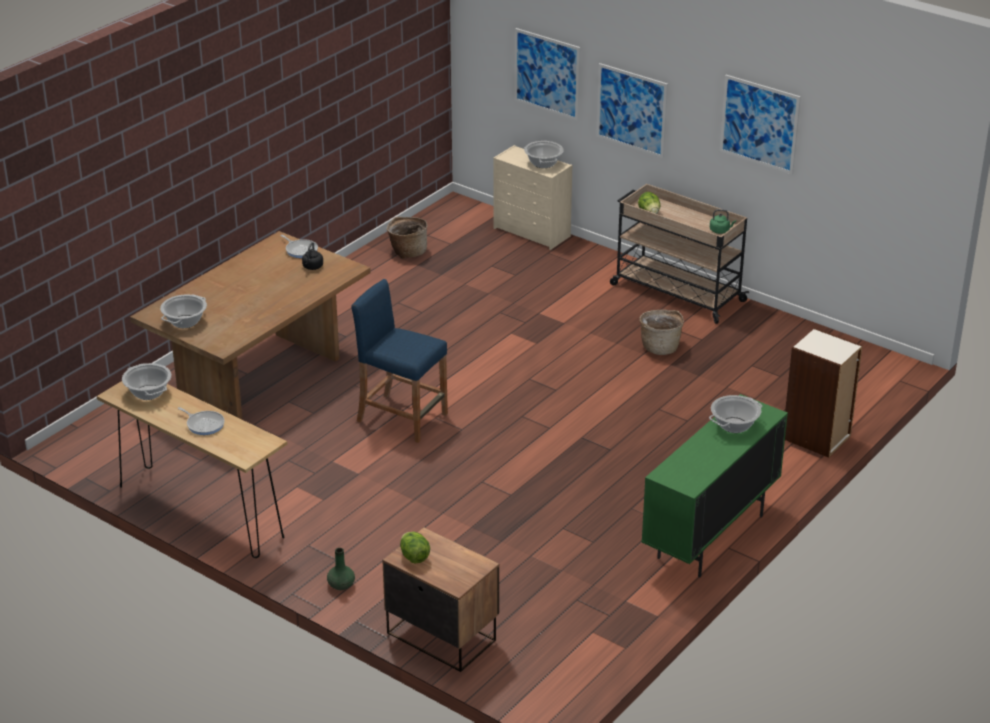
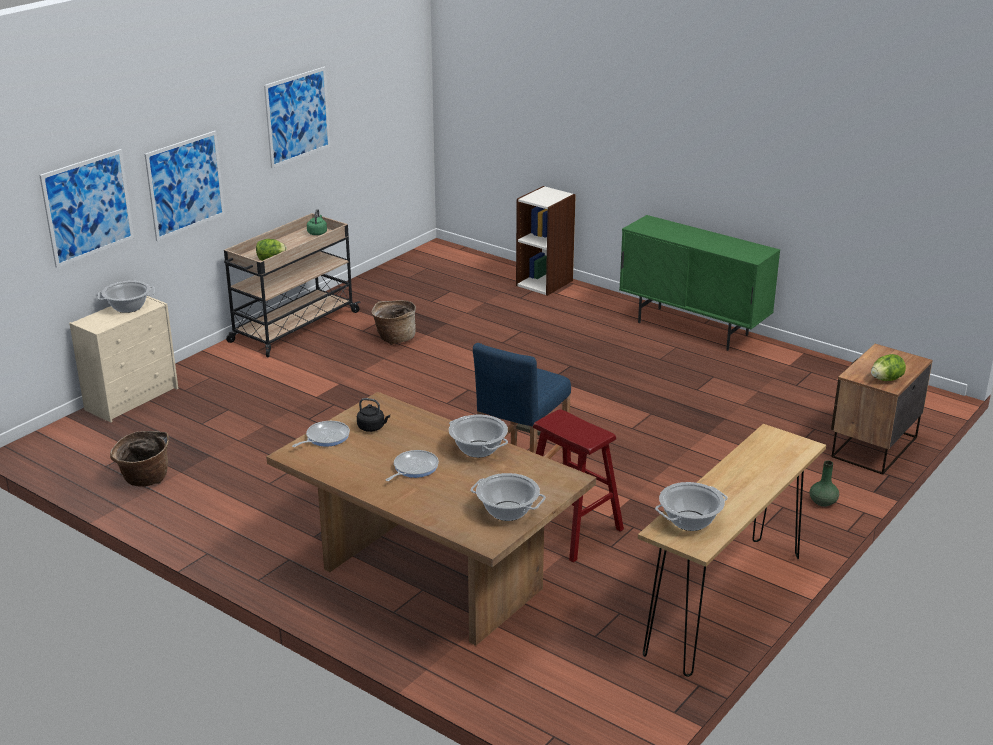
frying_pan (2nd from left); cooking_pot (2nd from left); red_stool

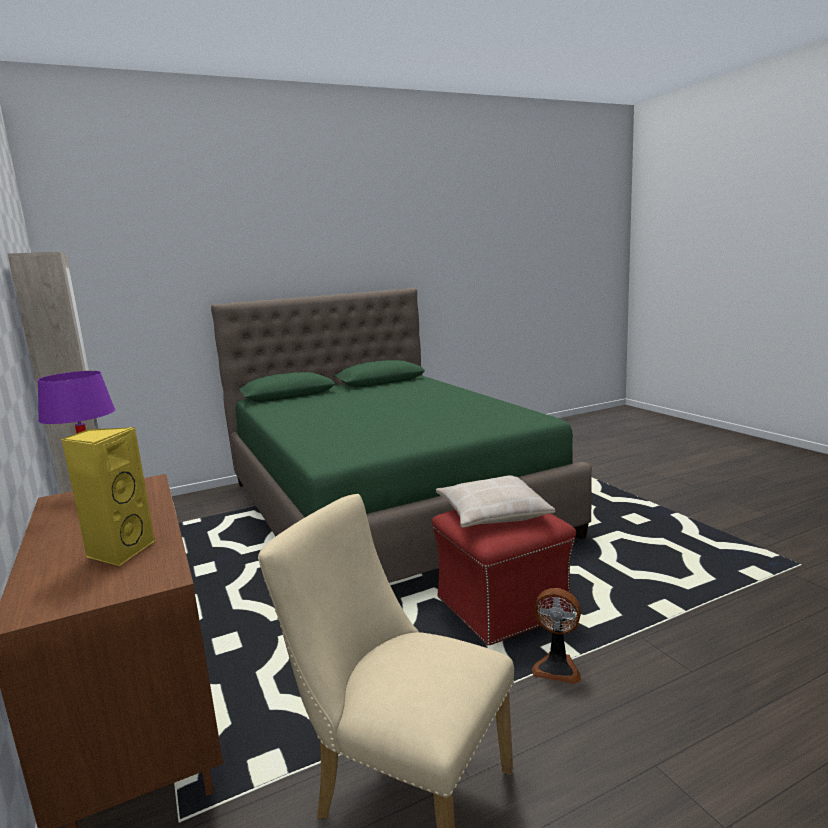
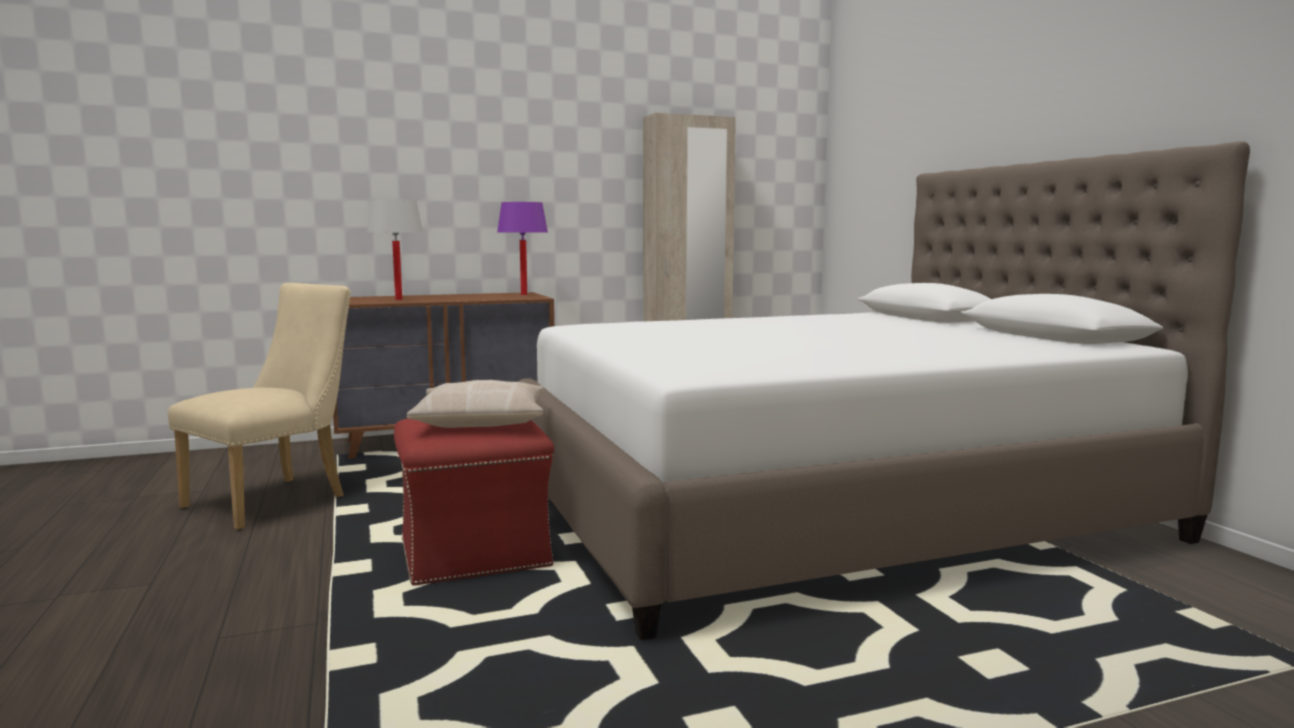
white_table_lamp; white_bed; fan

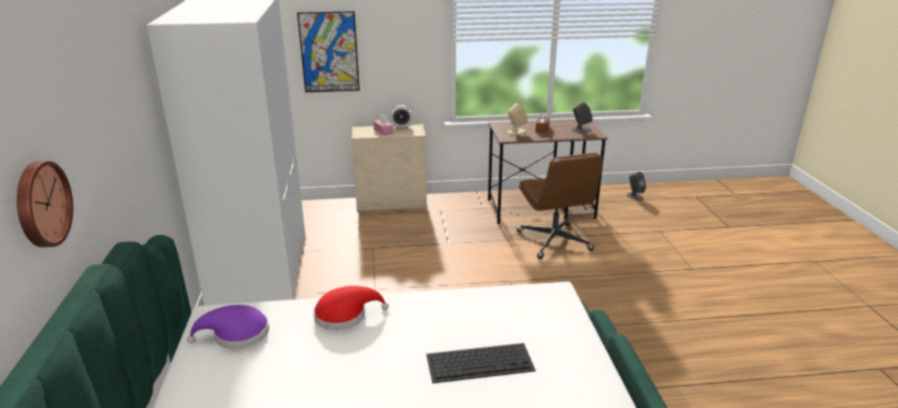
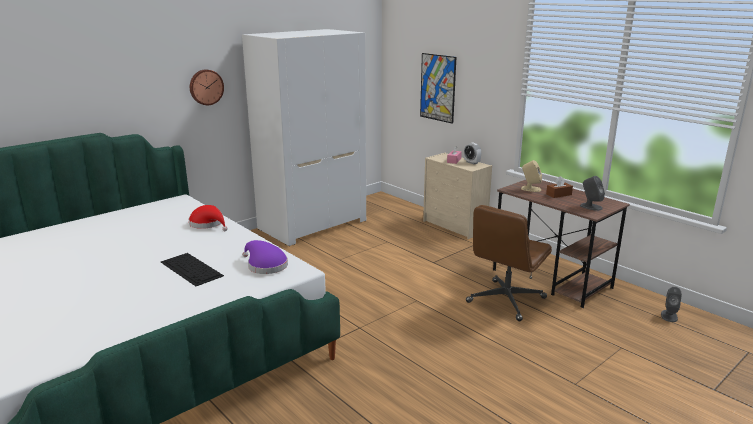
wall_clock; purple_hat

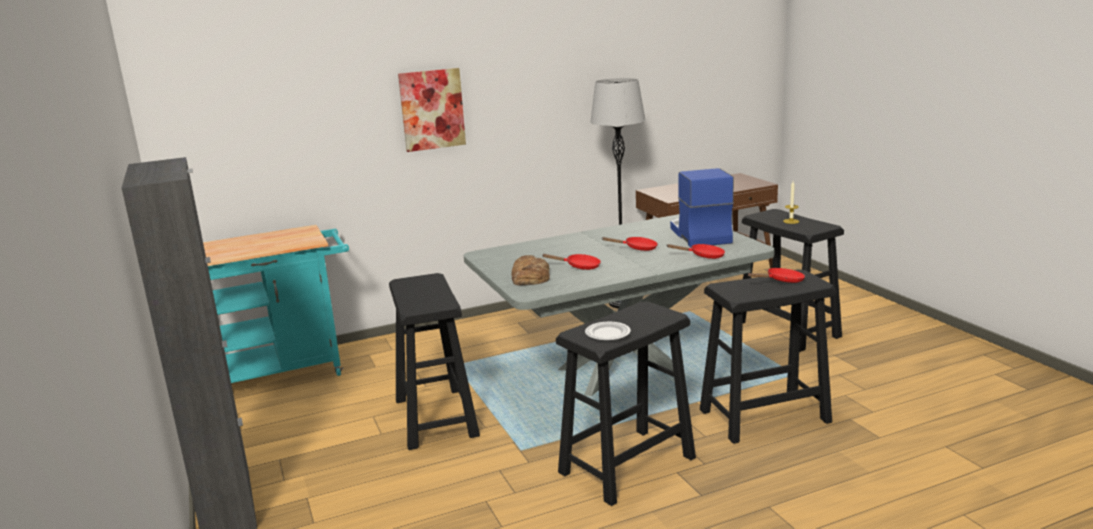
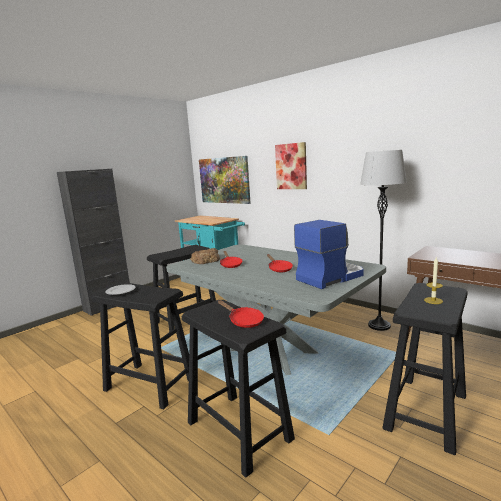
red_frying_pan (3rd from left in the first image); picture (1st from left)

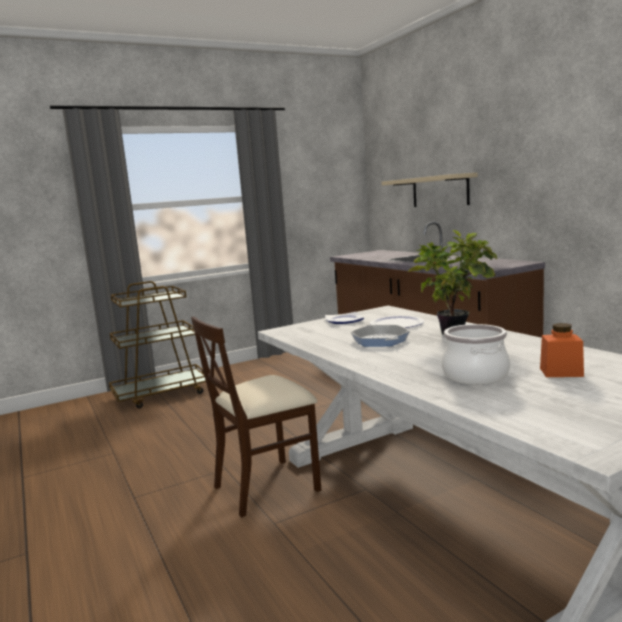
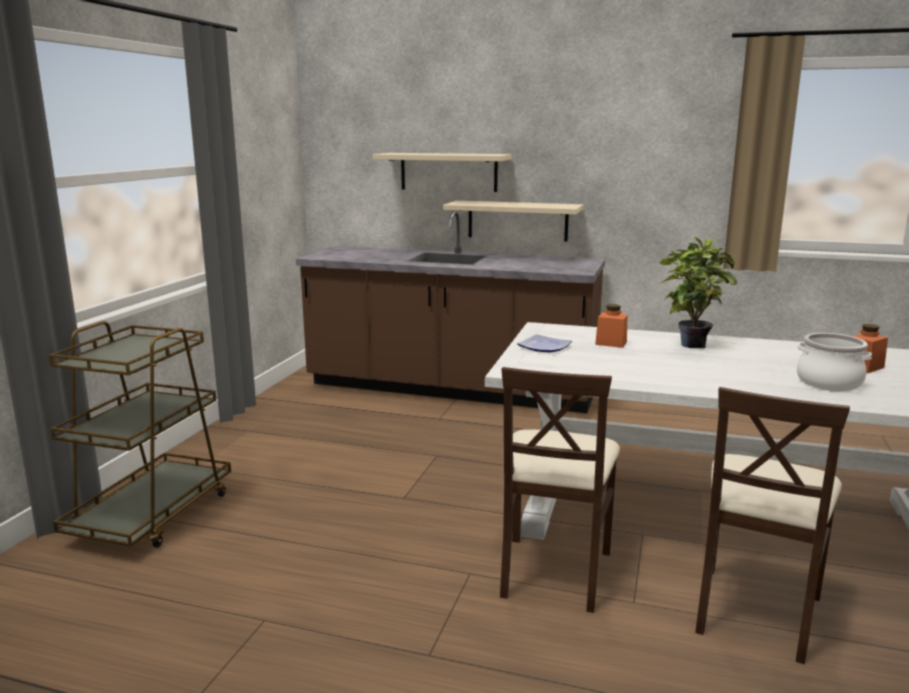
frying_pan; orange_jar (1st from left); beige_shelf (2nd from left); beige_chair (2nd from left)

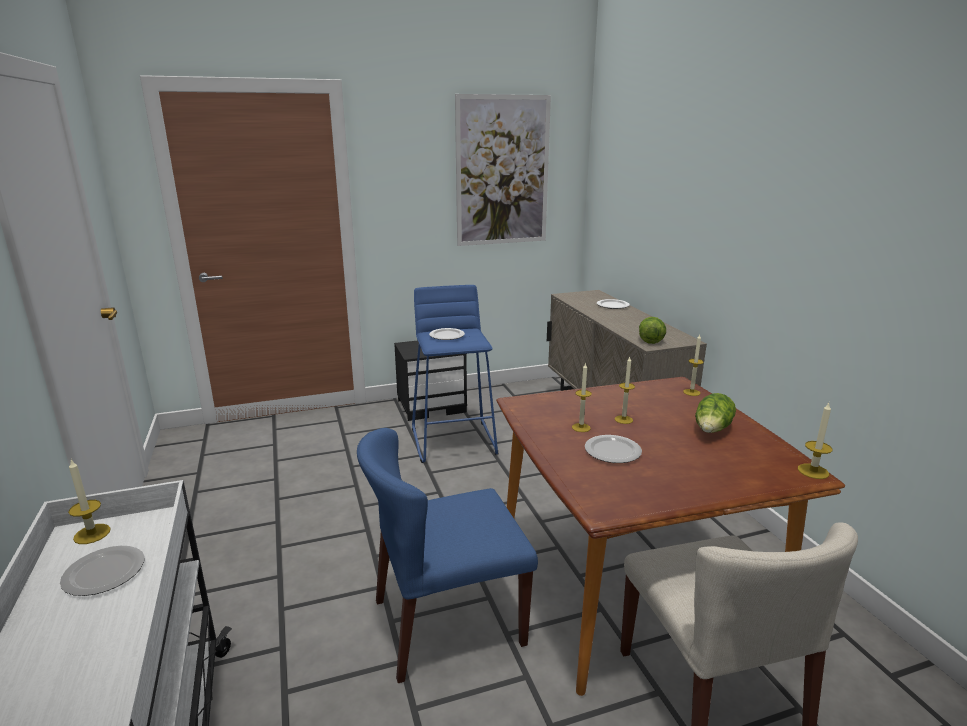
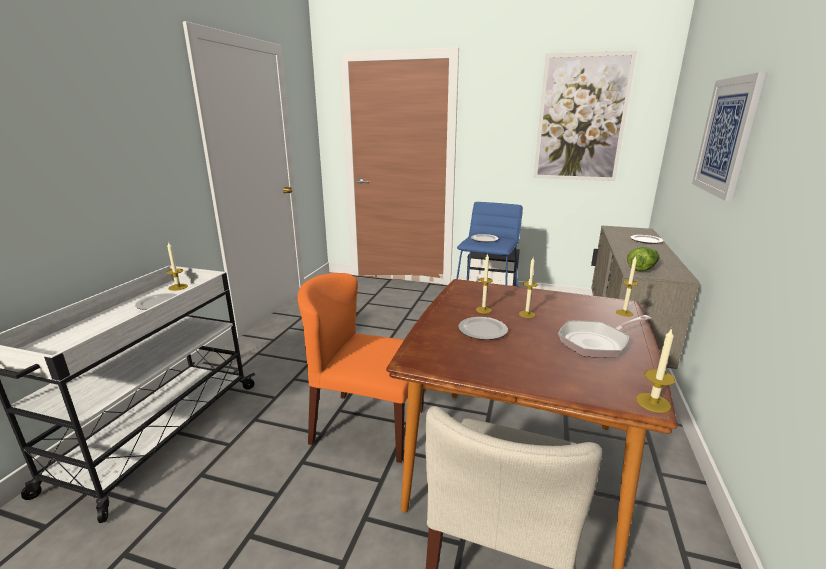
orange_chair; frying_pan; picture (2nd from left)

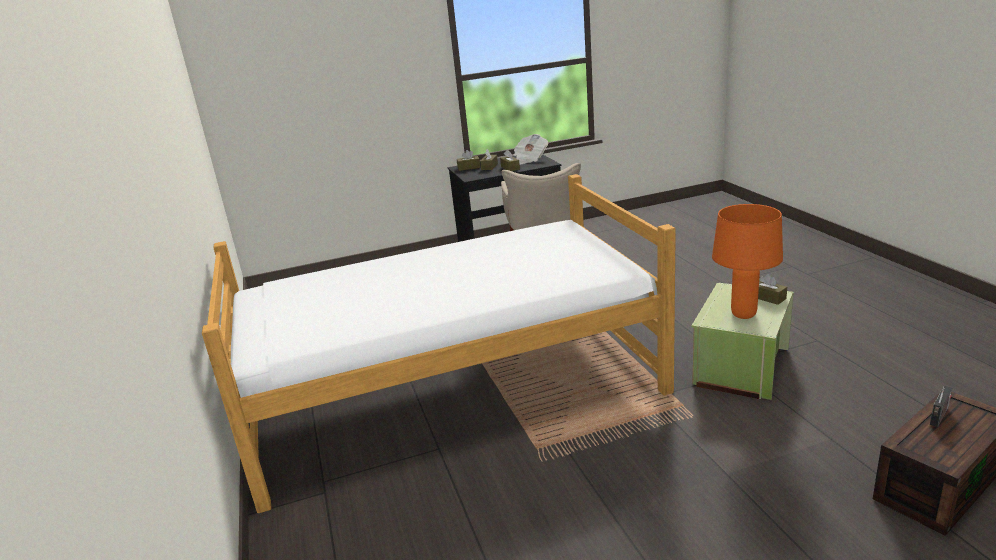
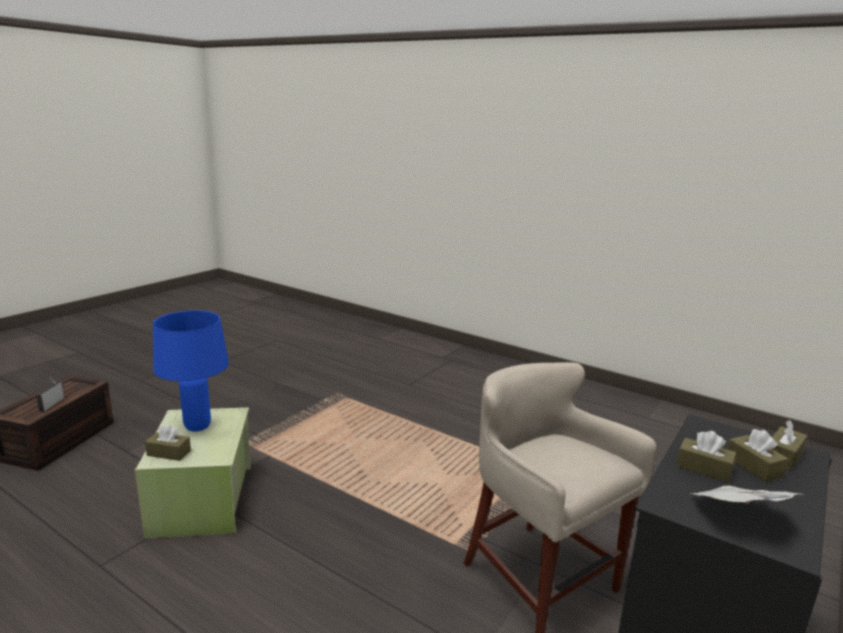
bed; blue_table_lamp

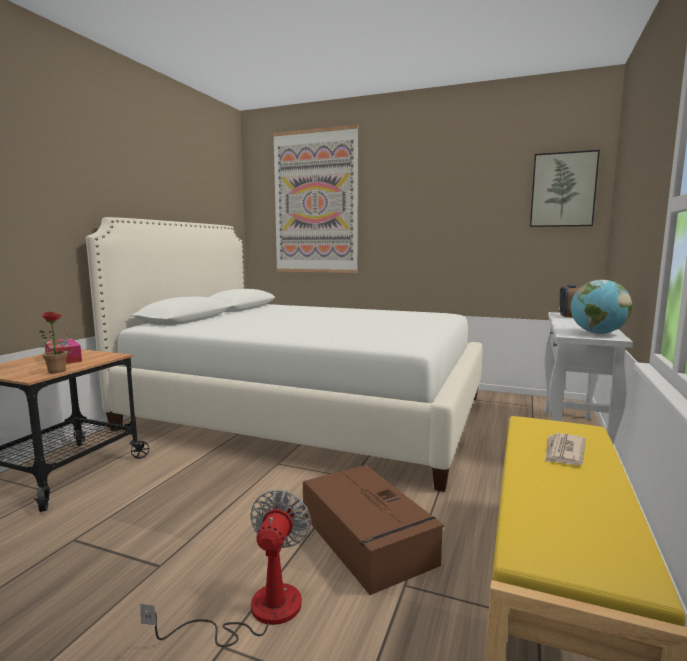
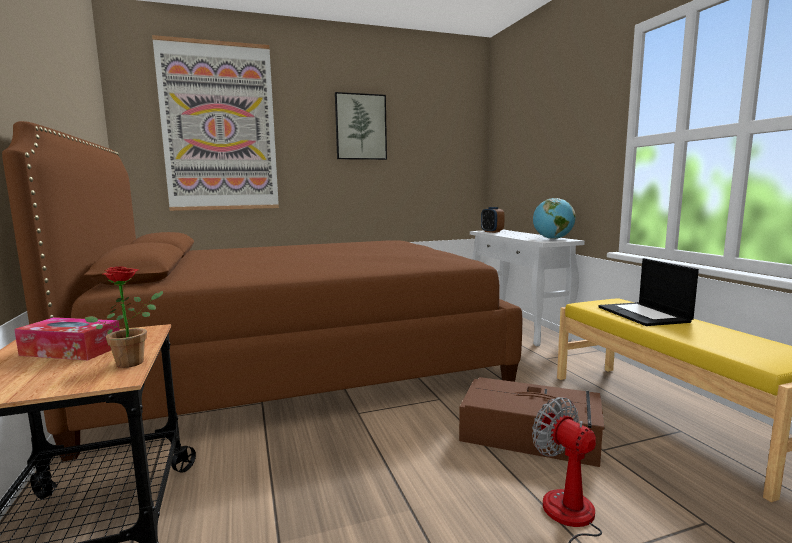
brown_bed; picture (2nd from left); laptop

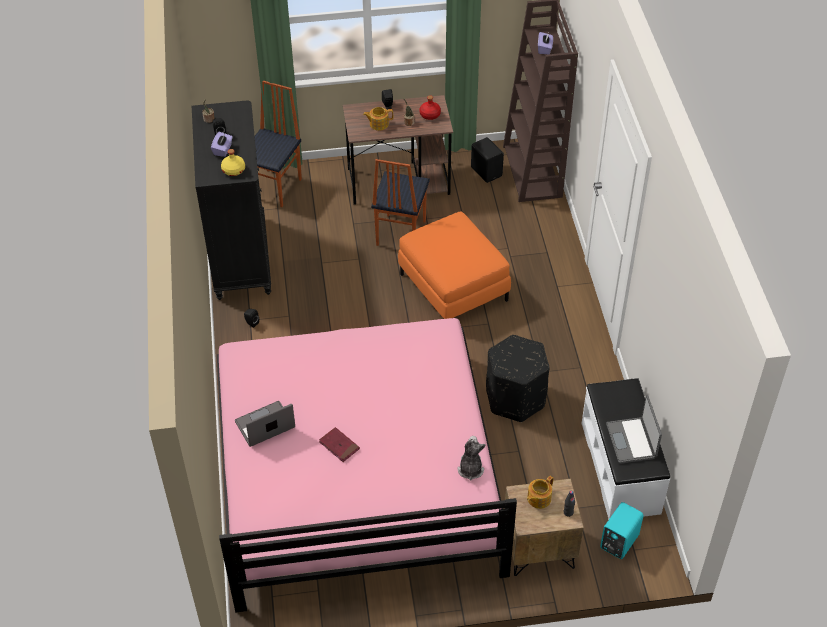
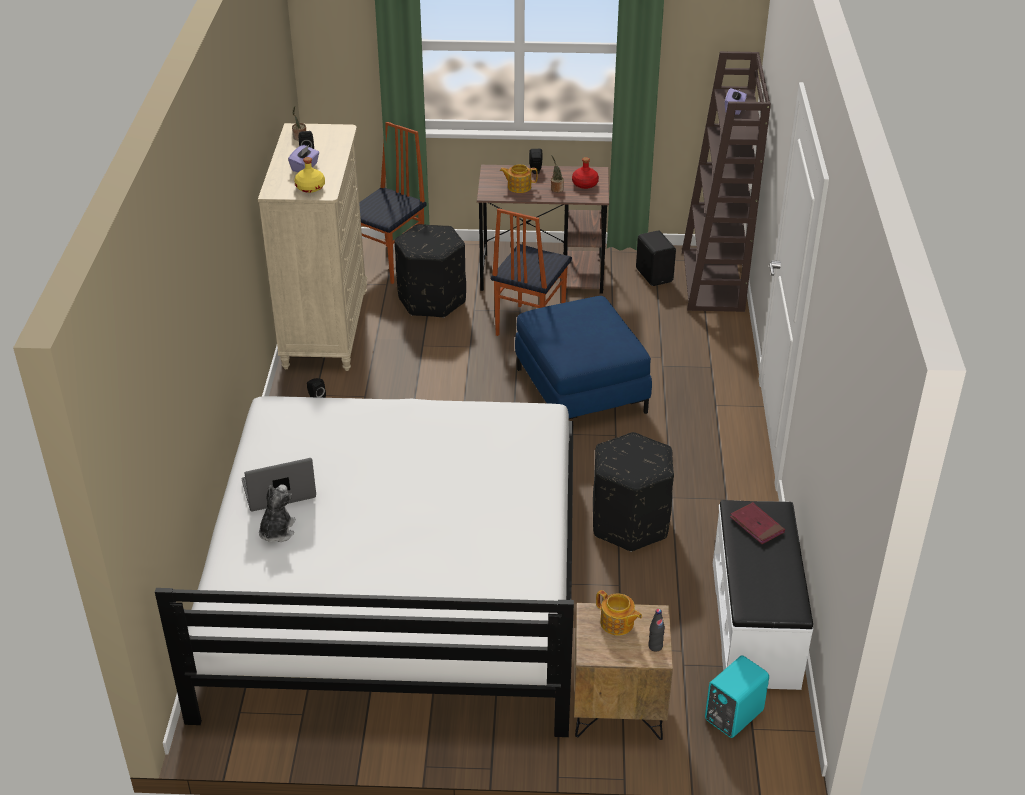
beige_dresser; white_bed; red_book; blue_ottoman; plush_toy; teapot (2nd from left); laptop (2nd from left in the first image); black_ottoman (1st from left)

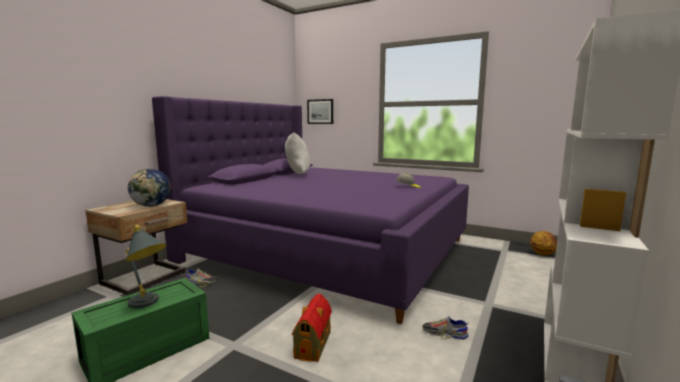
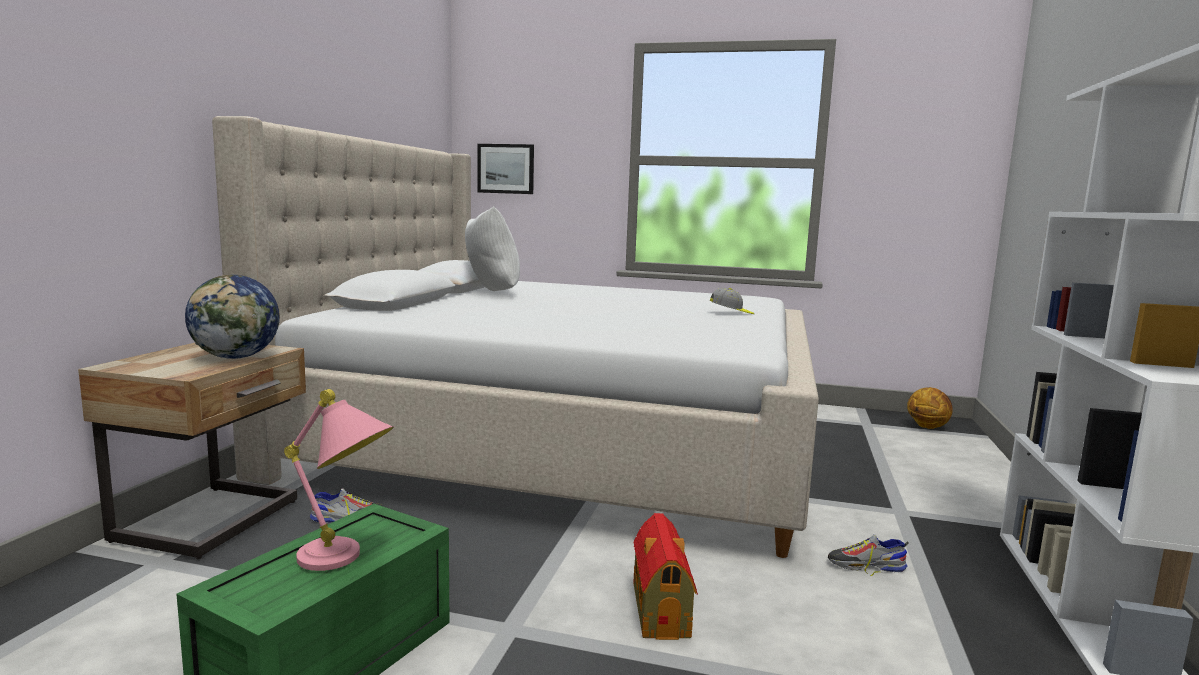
pink_table_lamp; beige_bed

